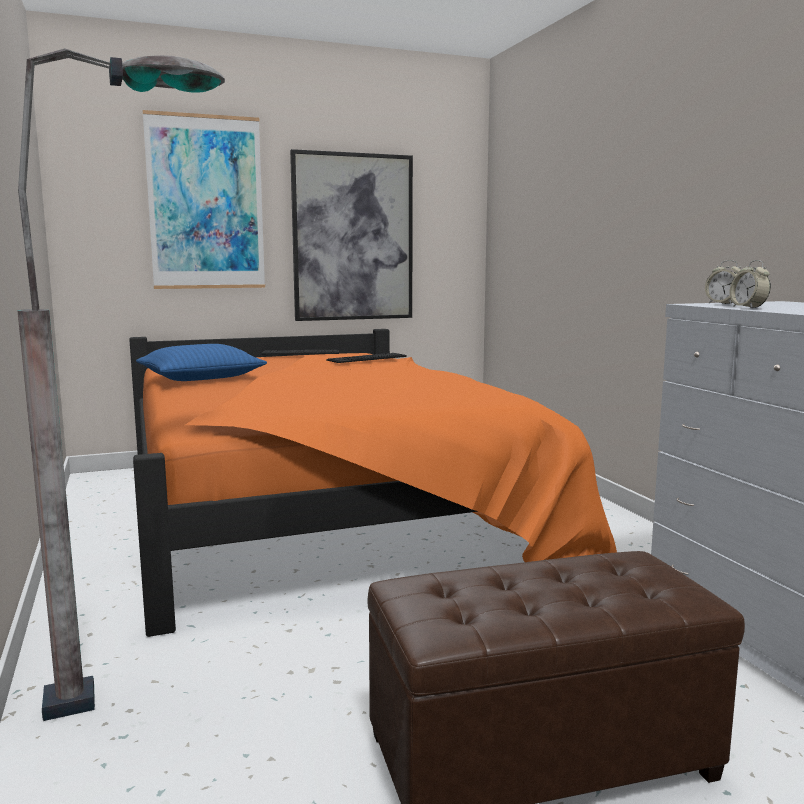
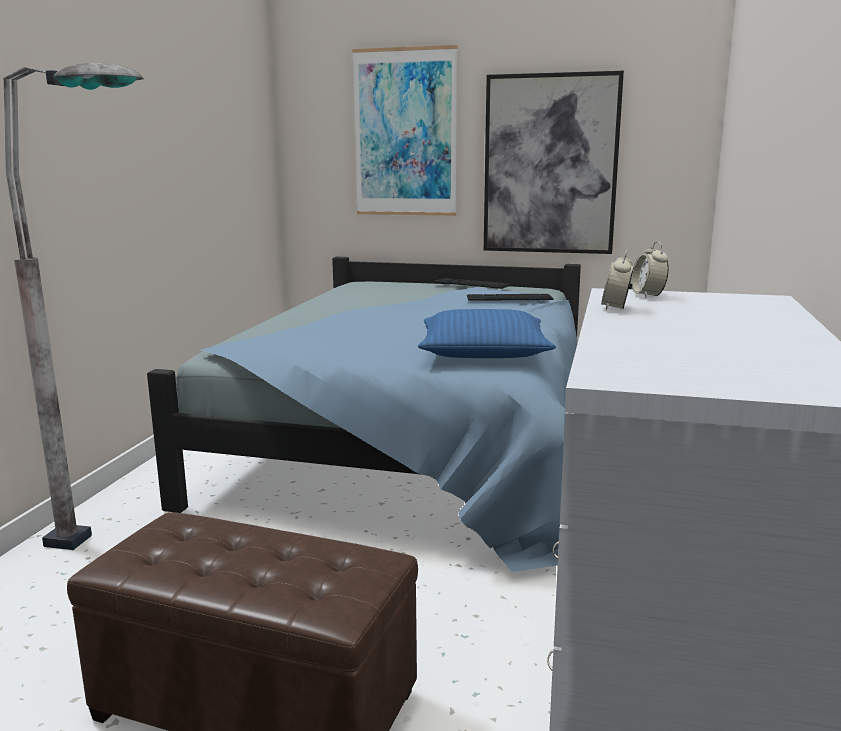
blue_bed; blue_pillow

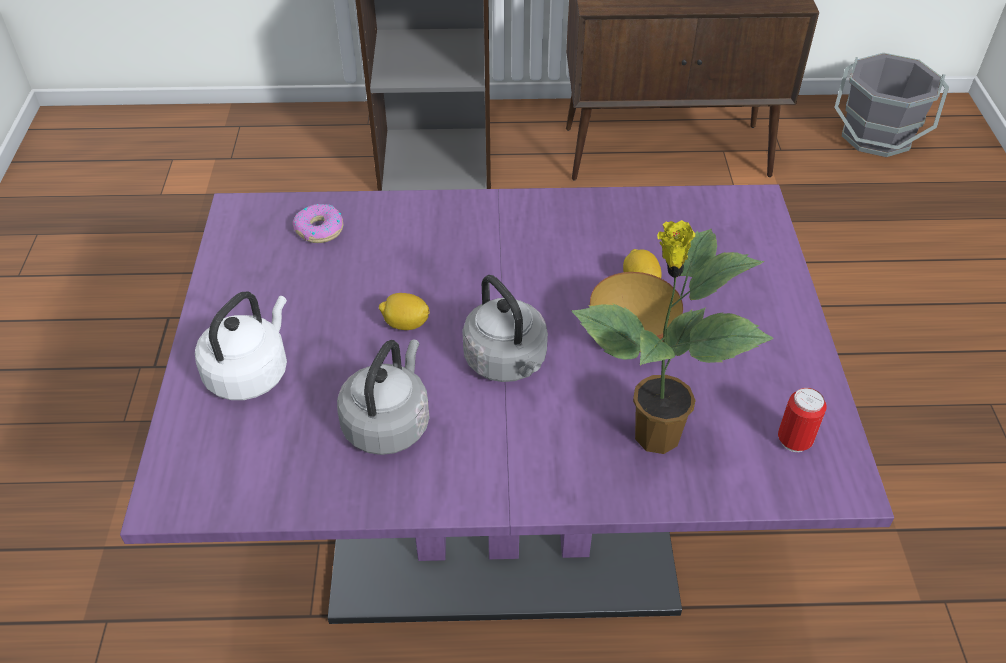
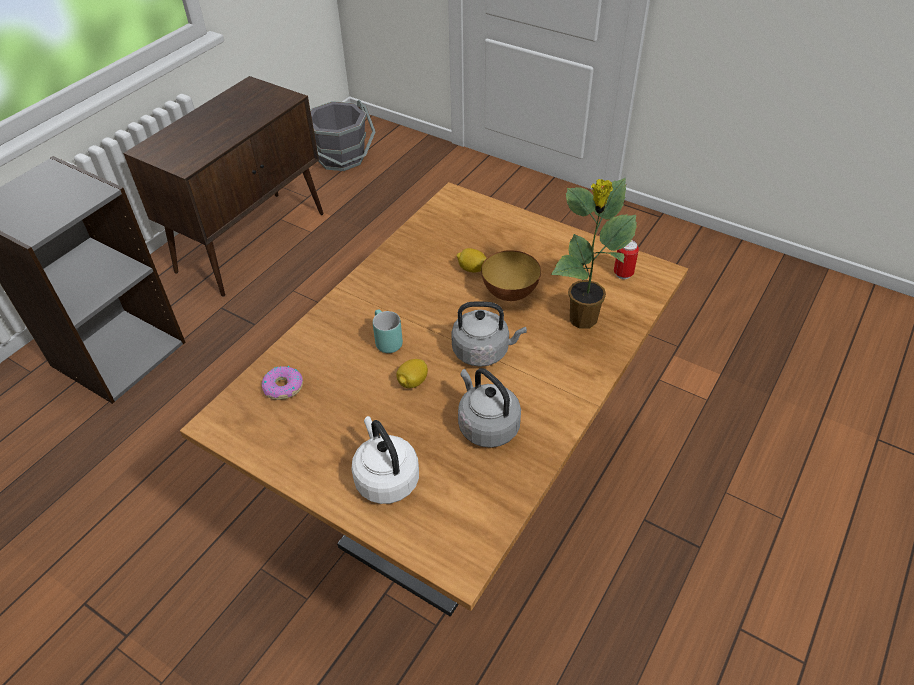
brown_dining_table; turquoise_mug

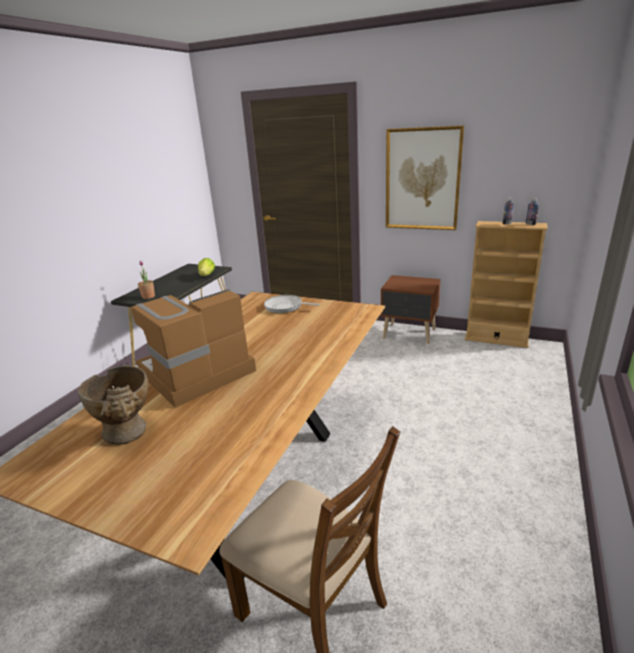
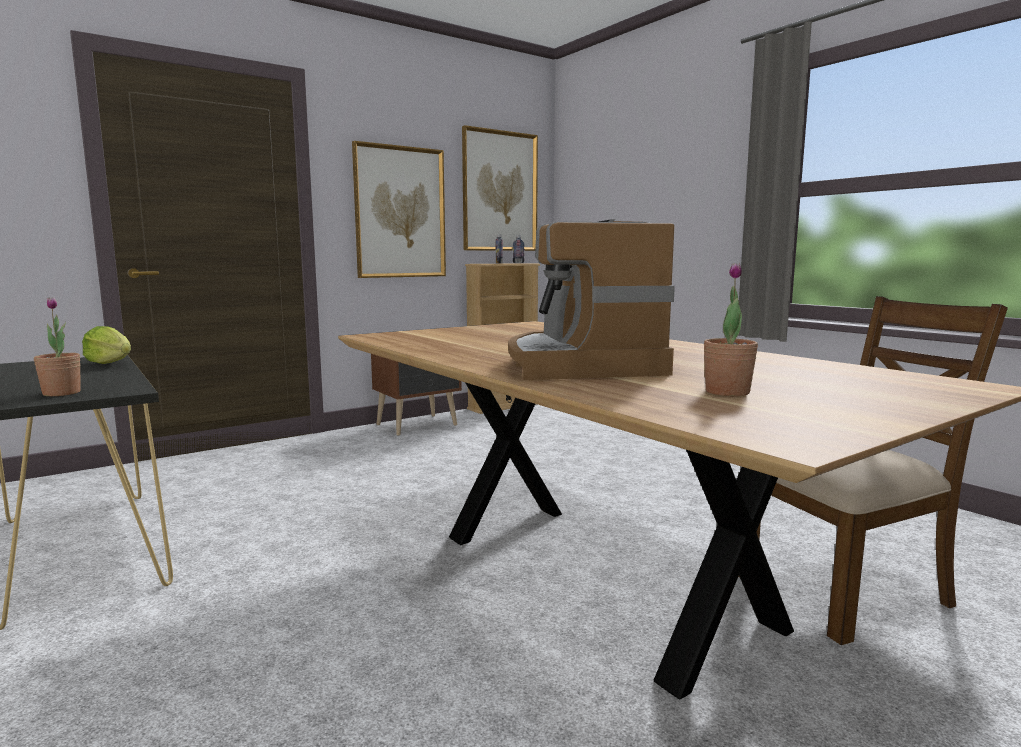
potted_plant (2nd from left); frying_pan; picture (2nd from left)

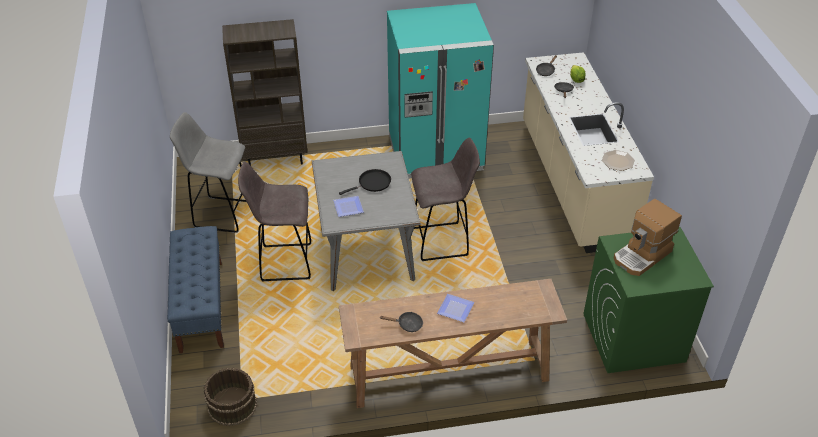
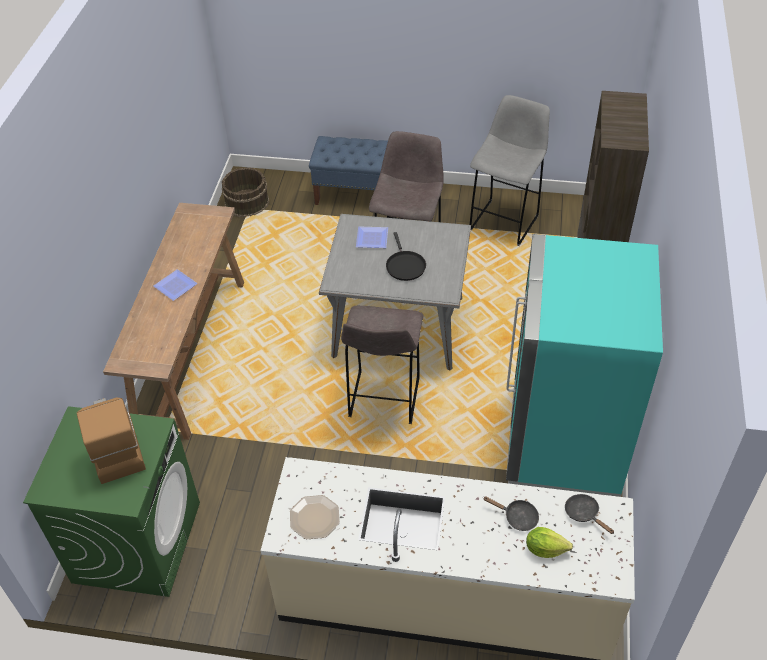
black_frying_pan (2nd from left in the first image)

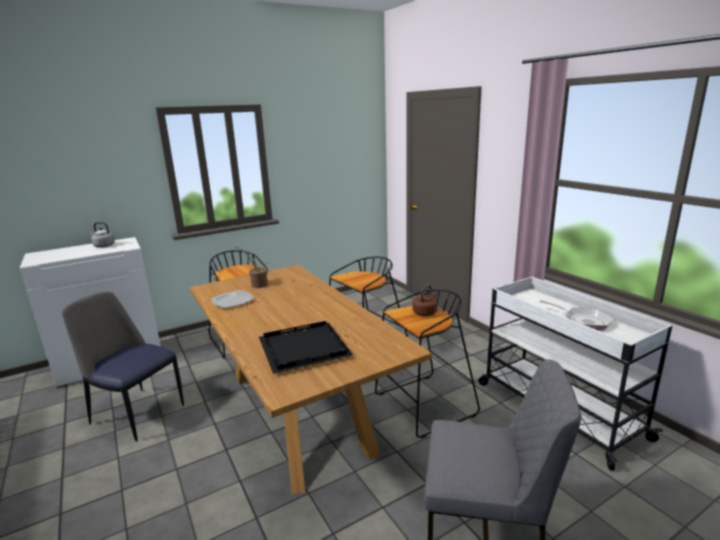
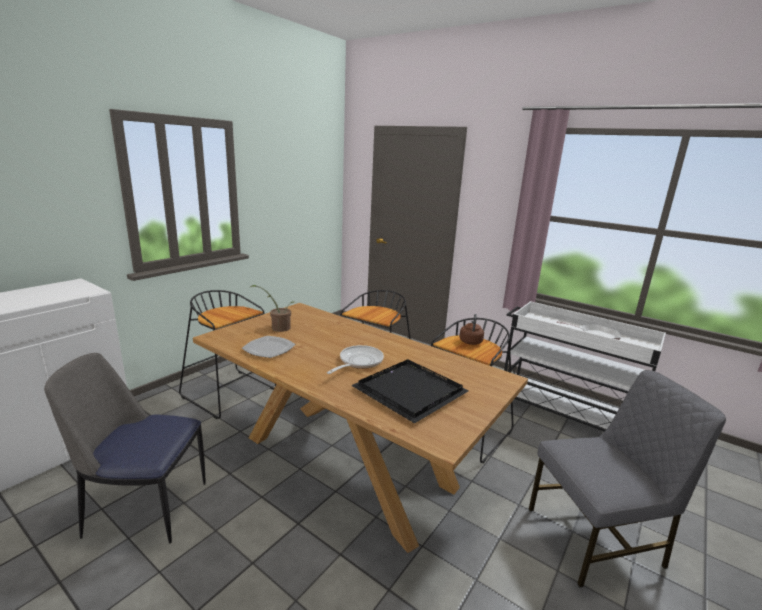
grey_kettle; frying_pan (1st from left)

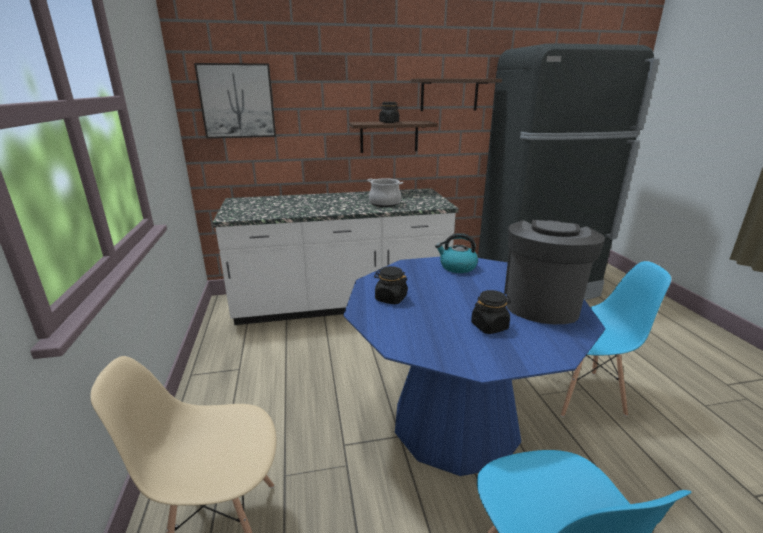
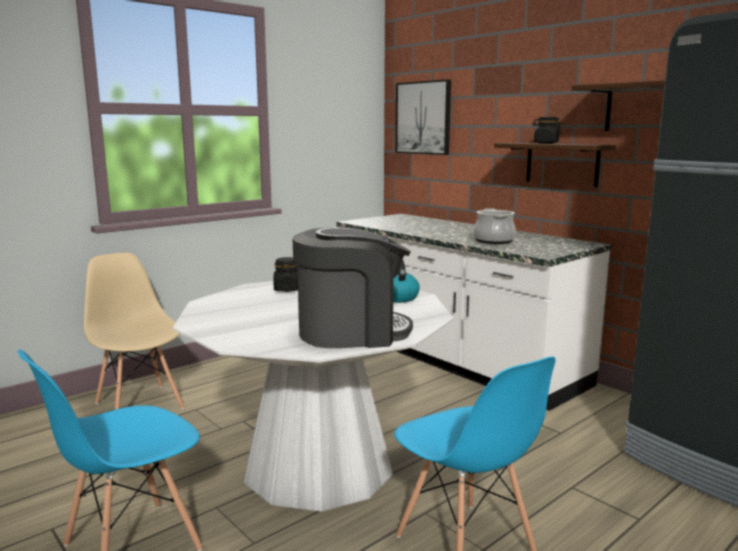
white_dining_table; black_jar (3rd from left in the first image)

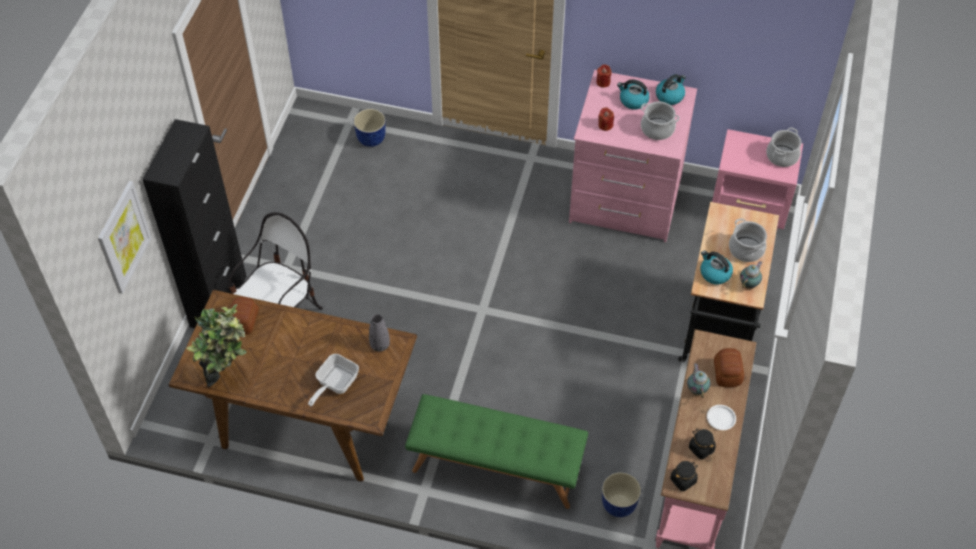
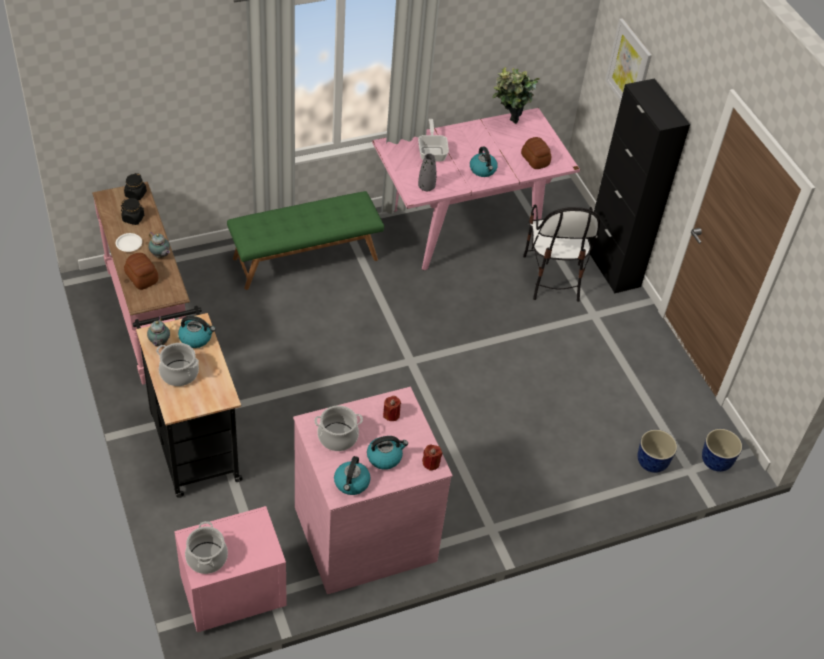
pink_dining_table; planter (2nd from left); kettle (4th from left)

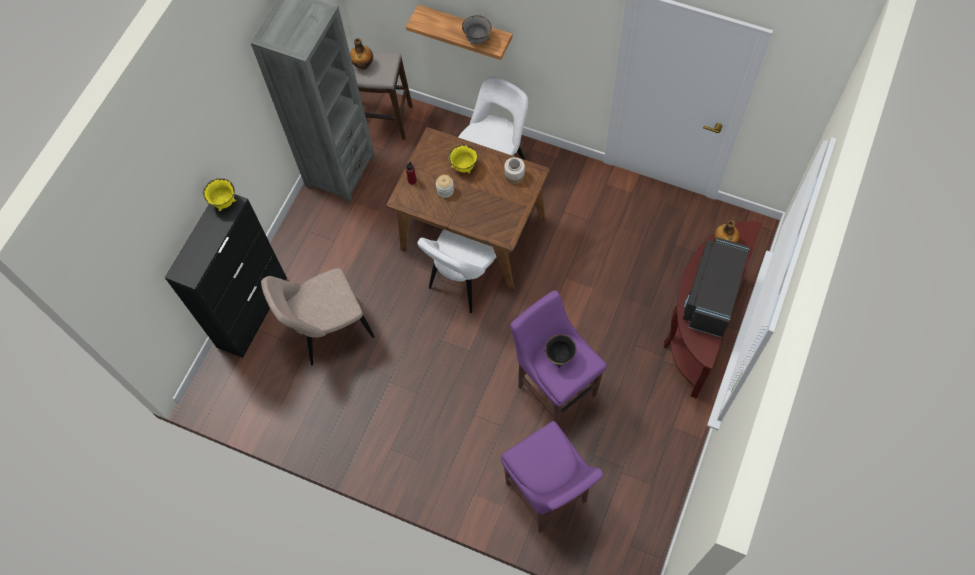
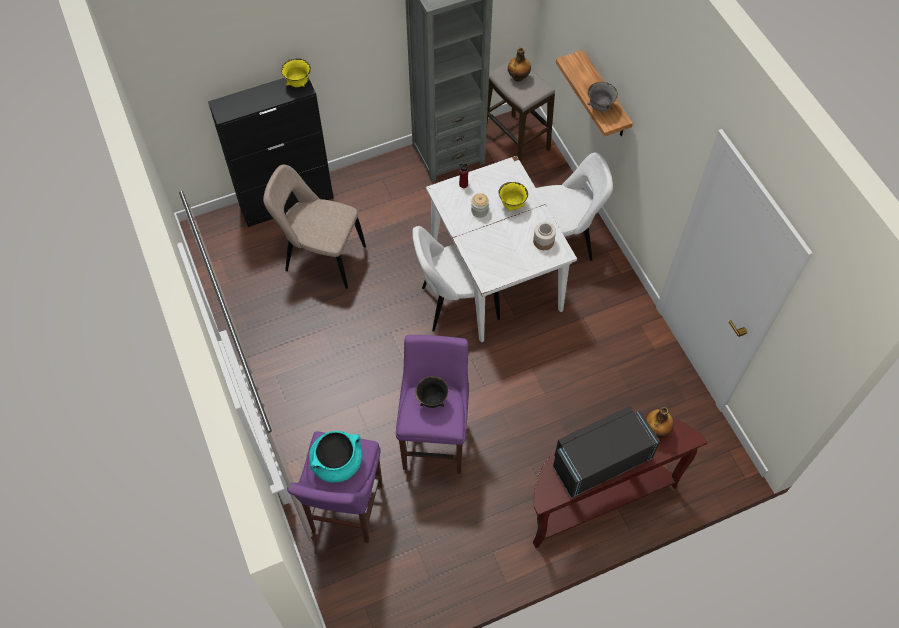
white_dining_table; turquoise_cooking_pot

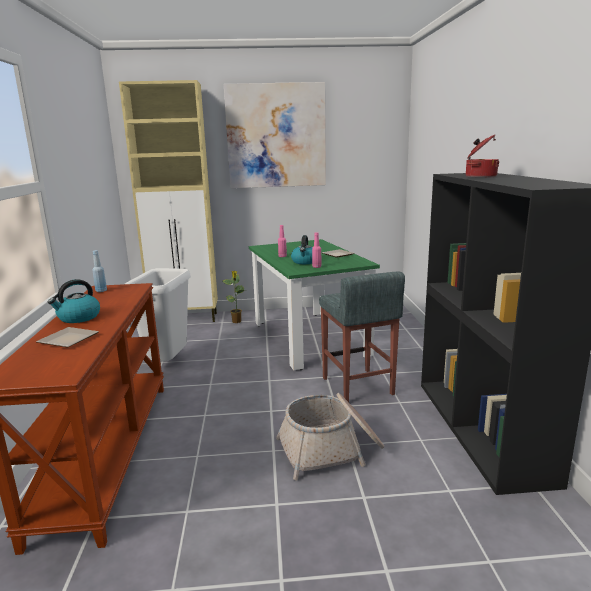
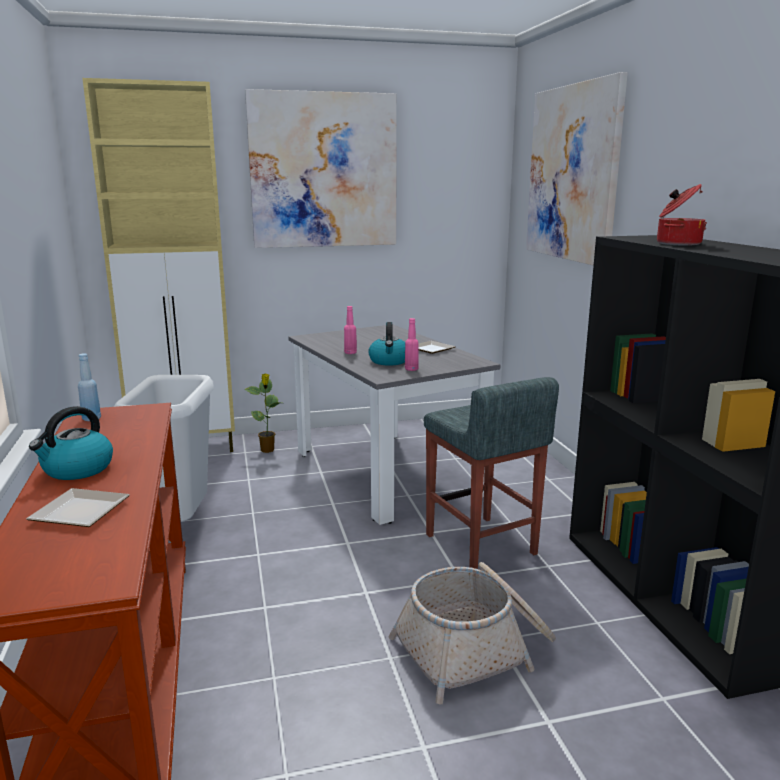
grey_dining_table; picture (2nd from left)

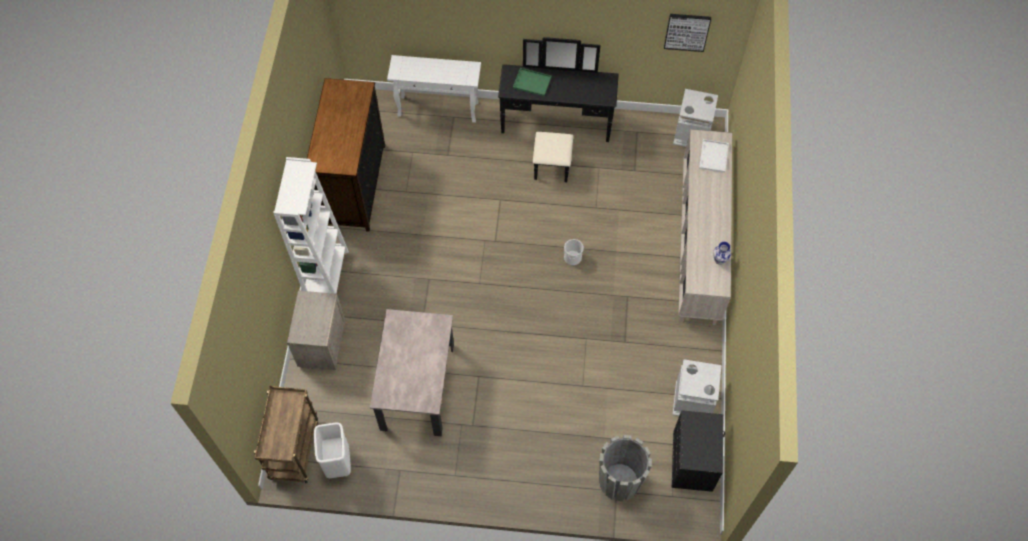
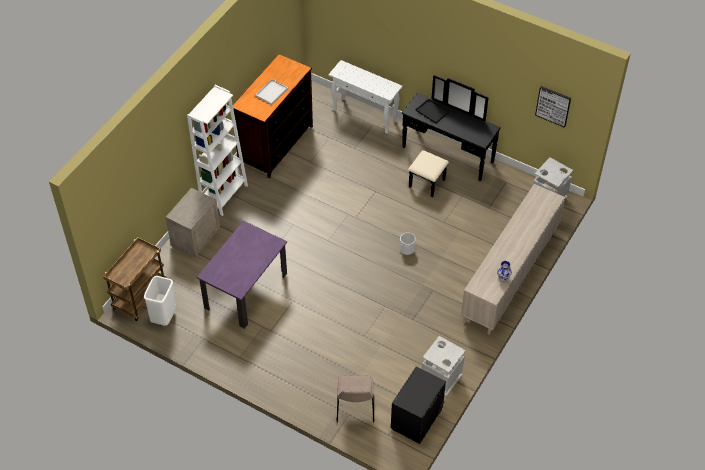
purple_dining_table; black_tray; beige_chair; white_tray

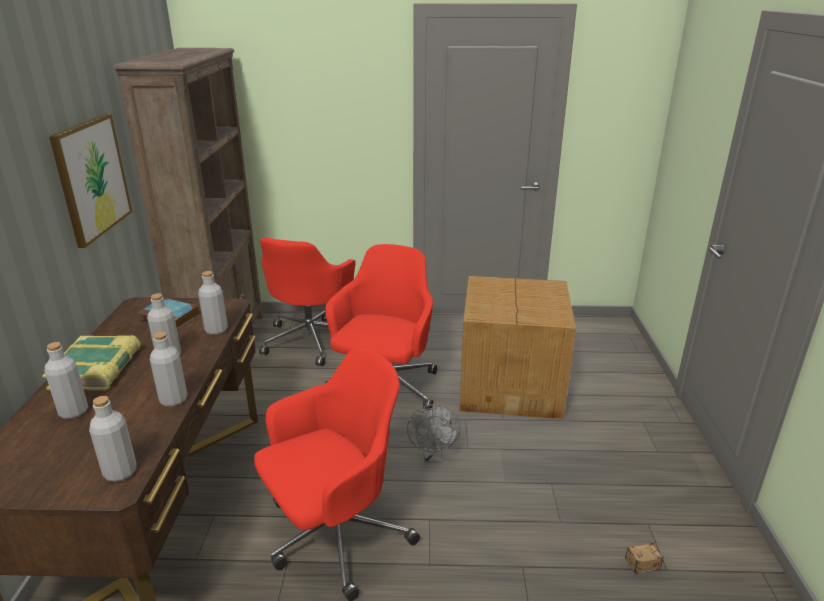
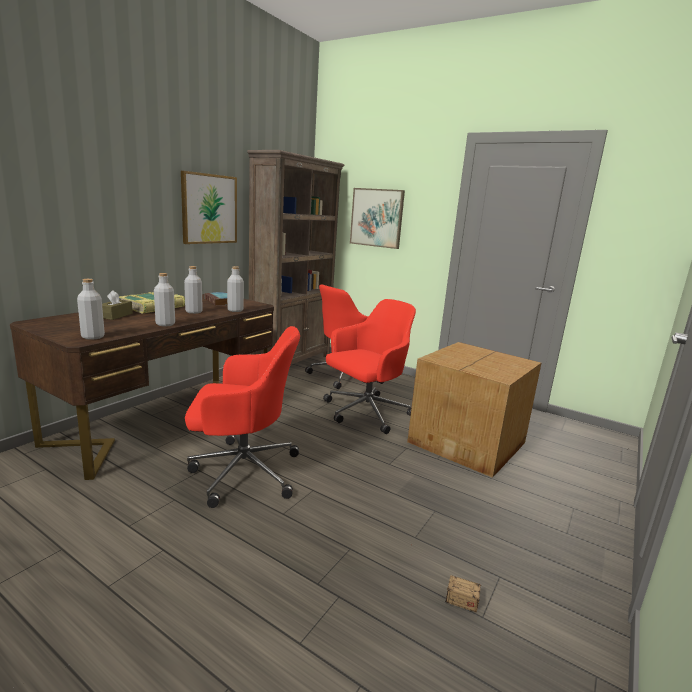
brown_tissue_box; grey_fan; picture (2nd from left)

